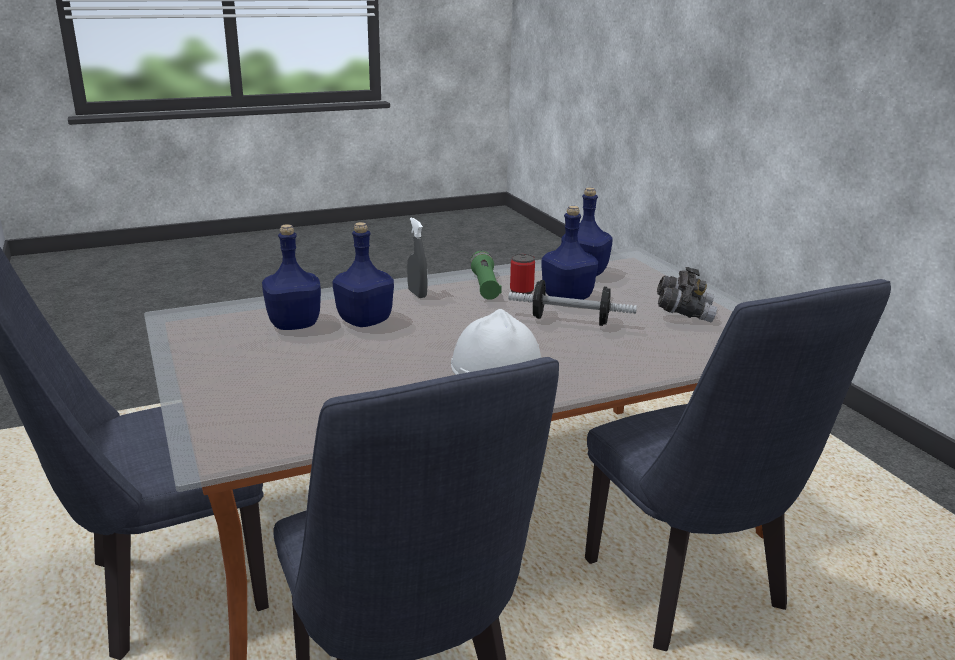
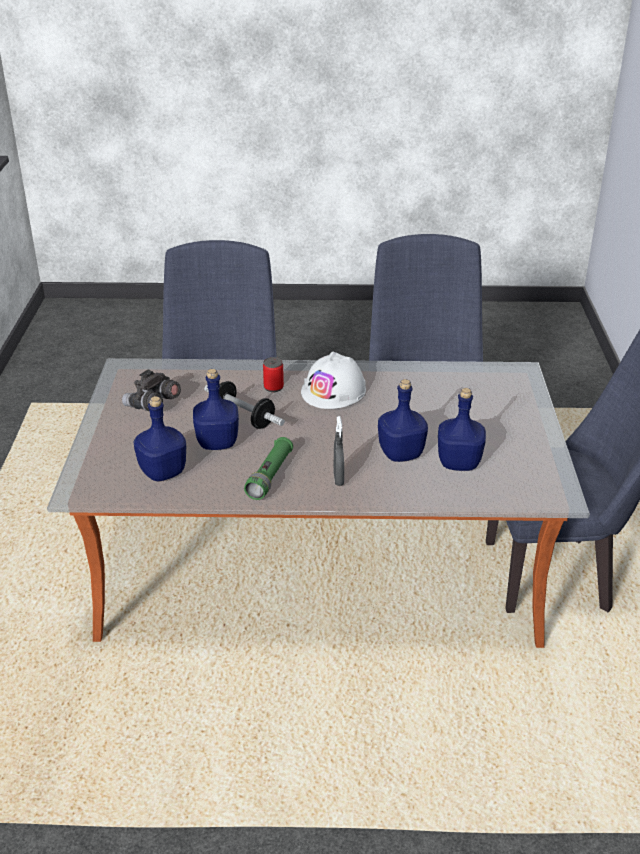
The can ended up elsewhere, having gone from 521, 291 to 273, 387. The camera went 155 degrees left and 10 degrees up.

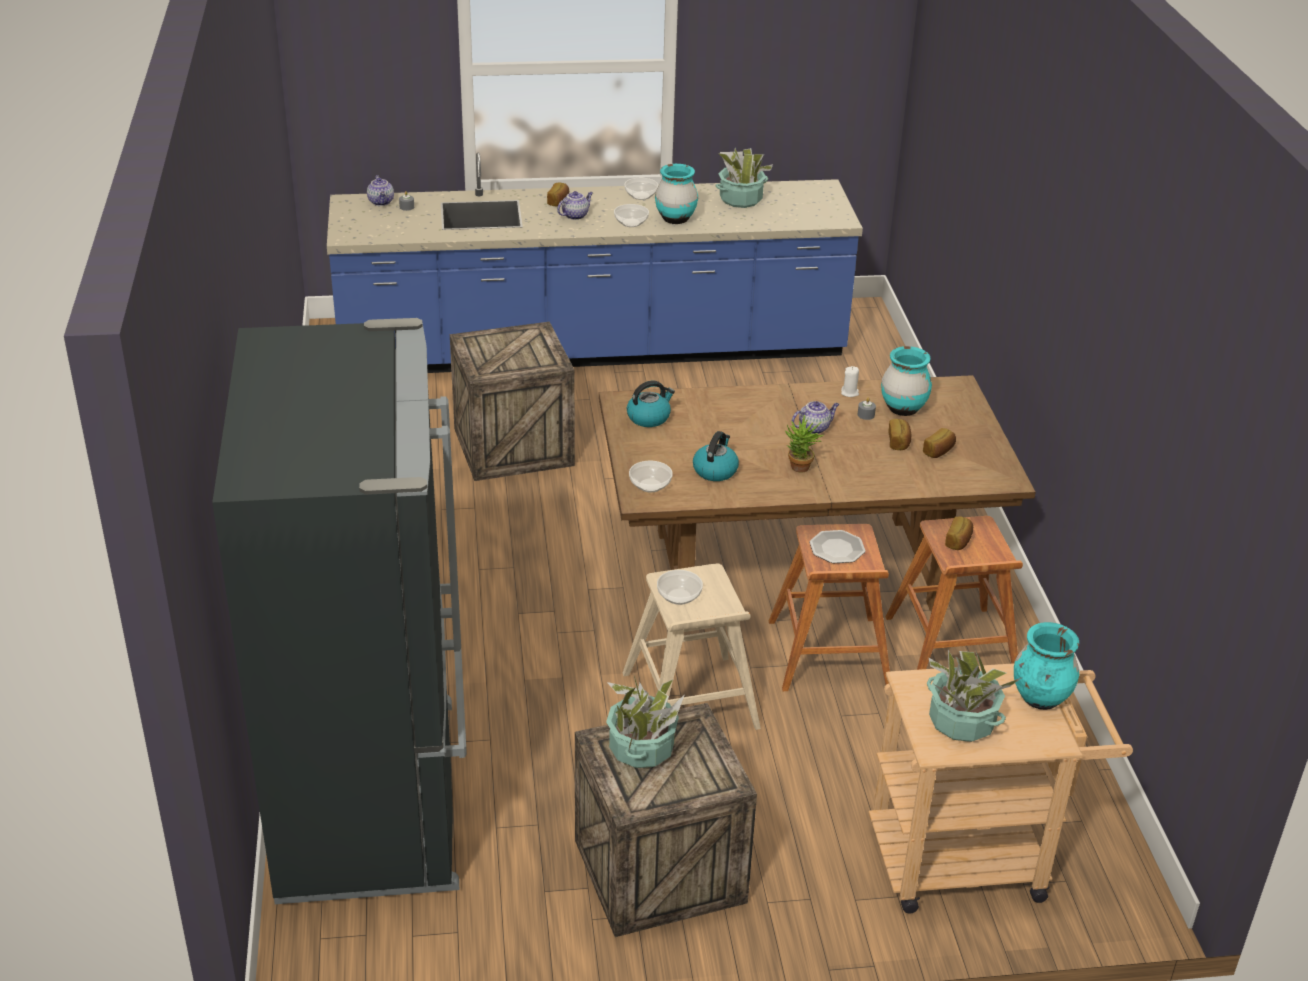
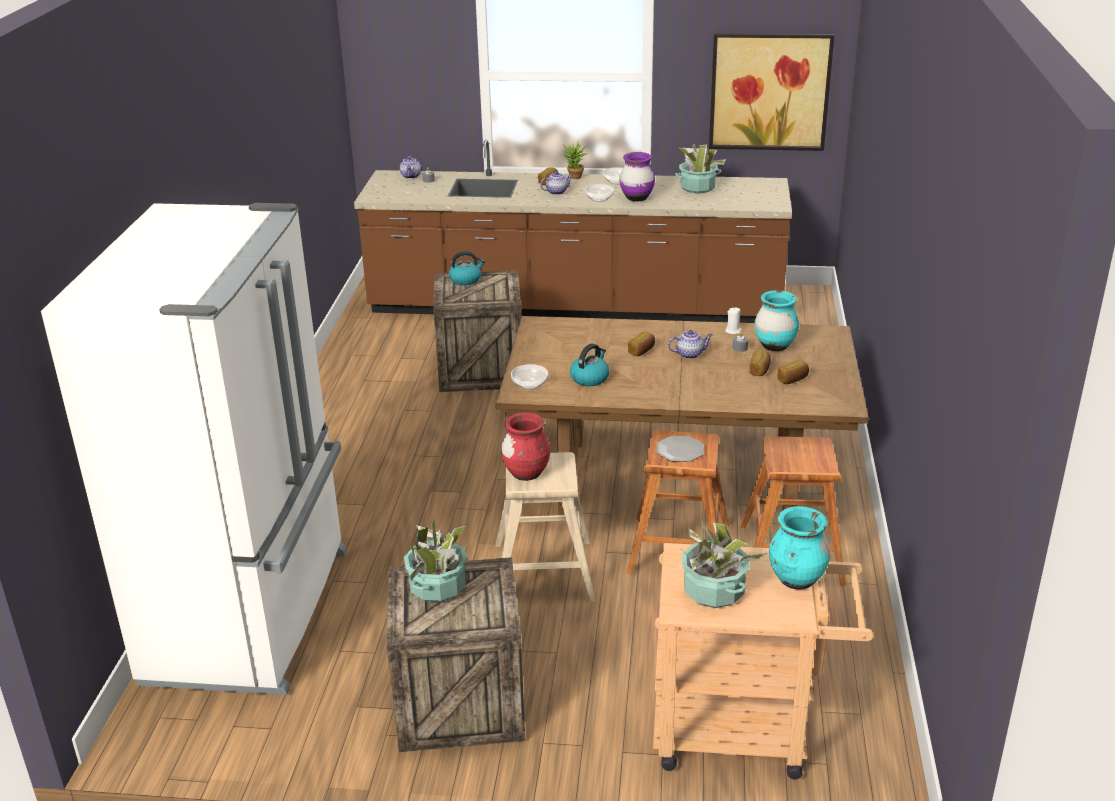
What was the black fridge at 374, 796 turned into the white fridge at 253, 614. What was the blue counter at 593, 349 turned into the brown counter at 575, 307. The kettle ended up elsewhere, having gone from 649, 417 to 466, 280. What was the turquoise vase at 675, 219 turned into the purple vase at 636, 198. Where the bowl stood at 679, 596, the red vase came to stand at 526, 473. The potted plant ended up elsewhere, having gone from 799, 469 to 574, 178. The bread ended up elsewhere, having gone from 959, 541 to 642, 351. The second view gained the picture at 769, 91. The camera went 15 degrees right and 5 degrees down.

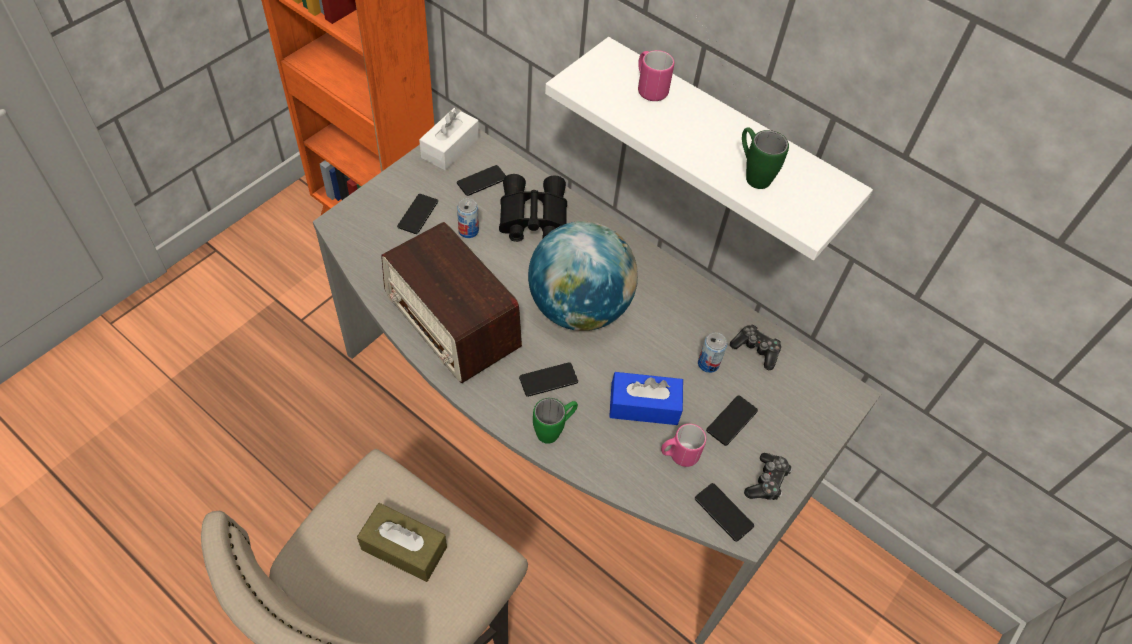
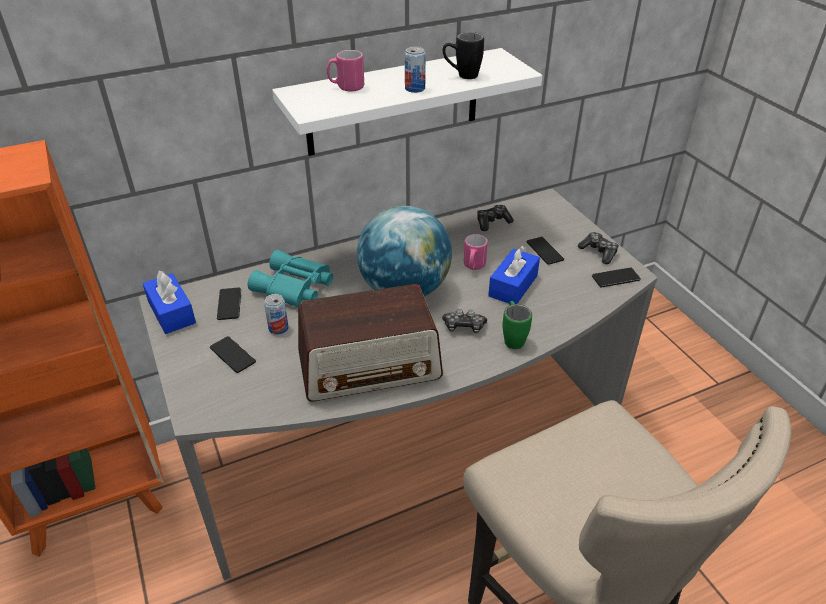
The second view lost the brown tissue box at 404, 548. What was the white tissue box at 450, 147 turned into the blue tissue box at 171, 312. What was the black binoculars at 531, 217 turned into the turquoise binoculars at 294, 288. Where the phone stood at 548, 380, the game controller came to stand at 464, 327. The pink mug ended up elsewhere, having gone from 678, 455 to 473, 266. The can ended up elsewhere, having gone from 708, 363 to 415, 88. What was the green mug at 752, 174 turned into the black mug at 461, 76. The camera went 60 degrees left and 15 degrees down.

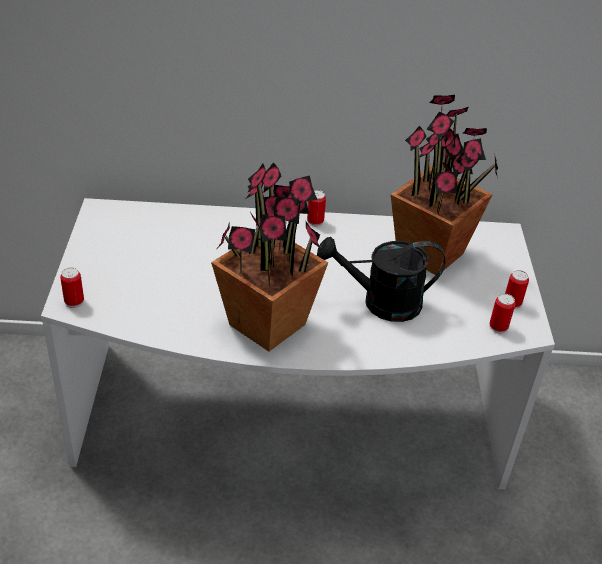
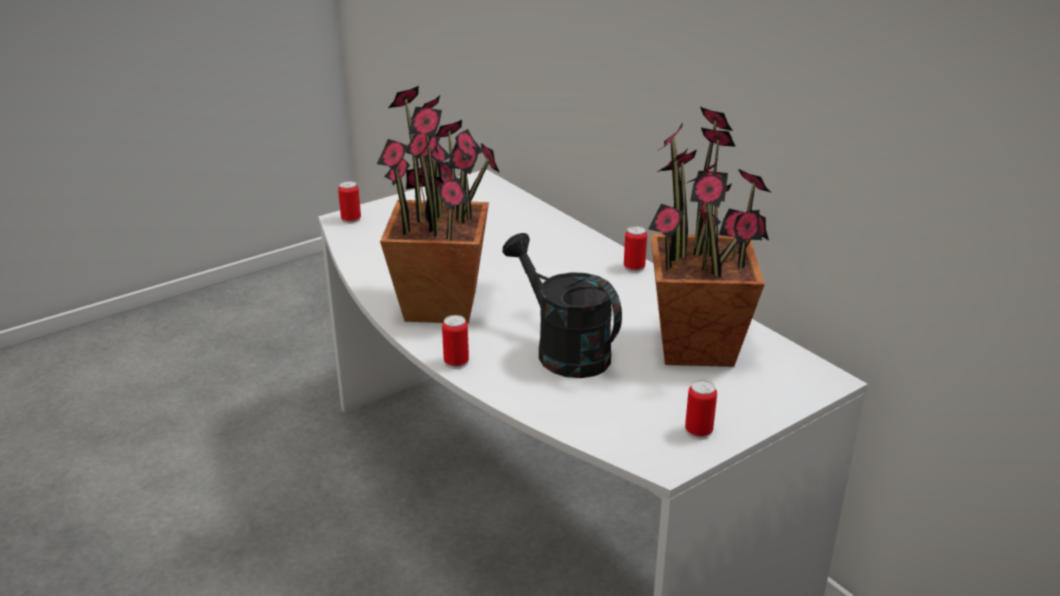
The can ended up elsewhere, having gone from 498, 327 to 456, 362. The camera went 55 degrees right and 10 degrees down.

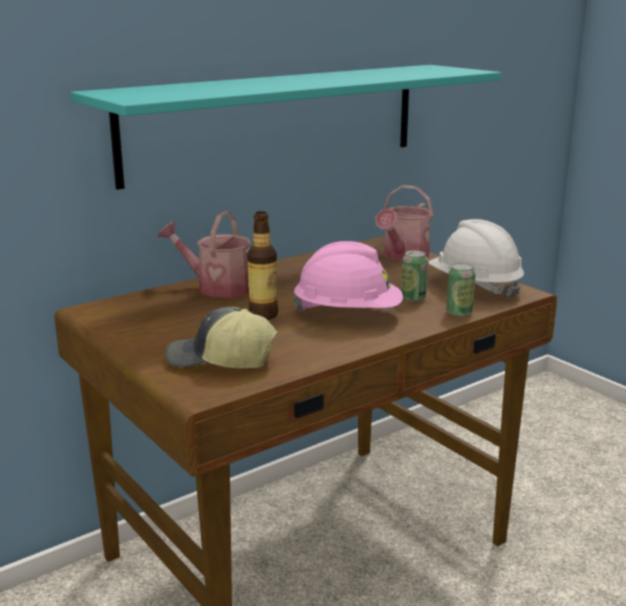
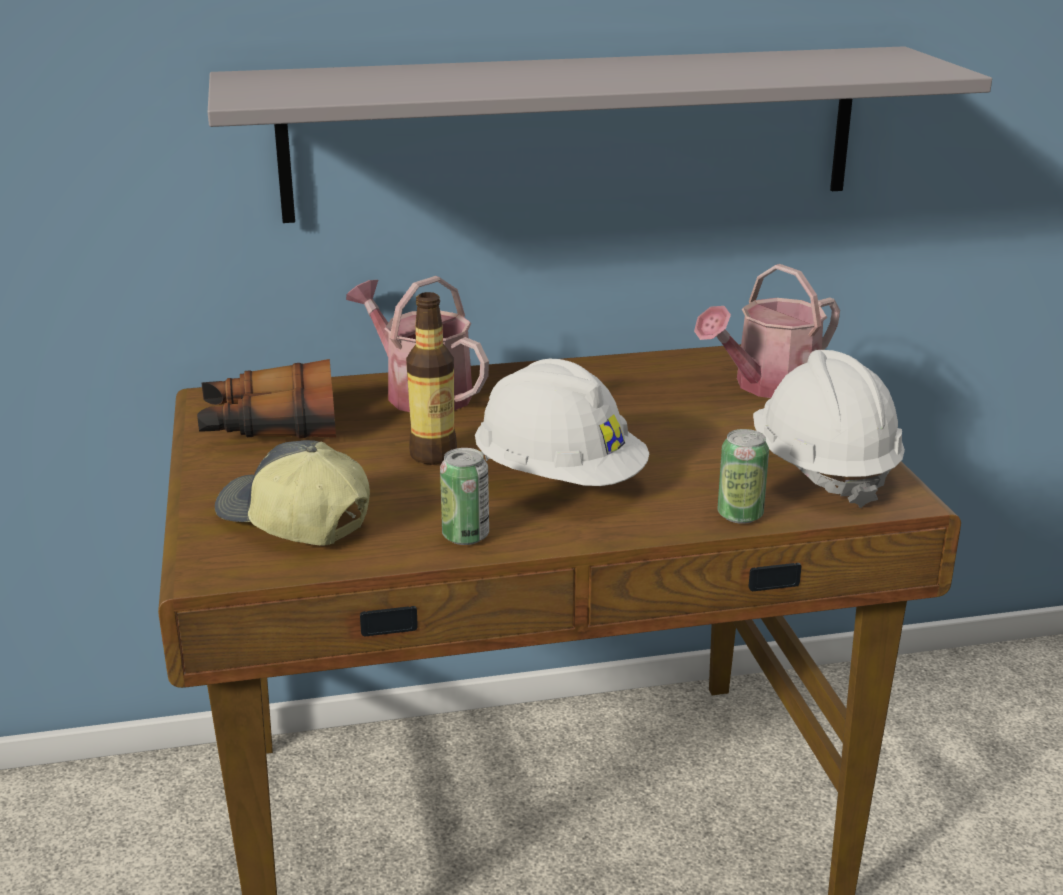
What was the turquoise shelf at 276, 121 turned into the grey shelf at 573, 133. What was the pink hard hat at 348, 314 turned into the white hard hat at 559, 479. The can ended up elsewhere, having gone from 413, 298 to 465, 536. The second view gained the binoculars at 269, 426. The camera went 25 degrees right and 5 degrees up.

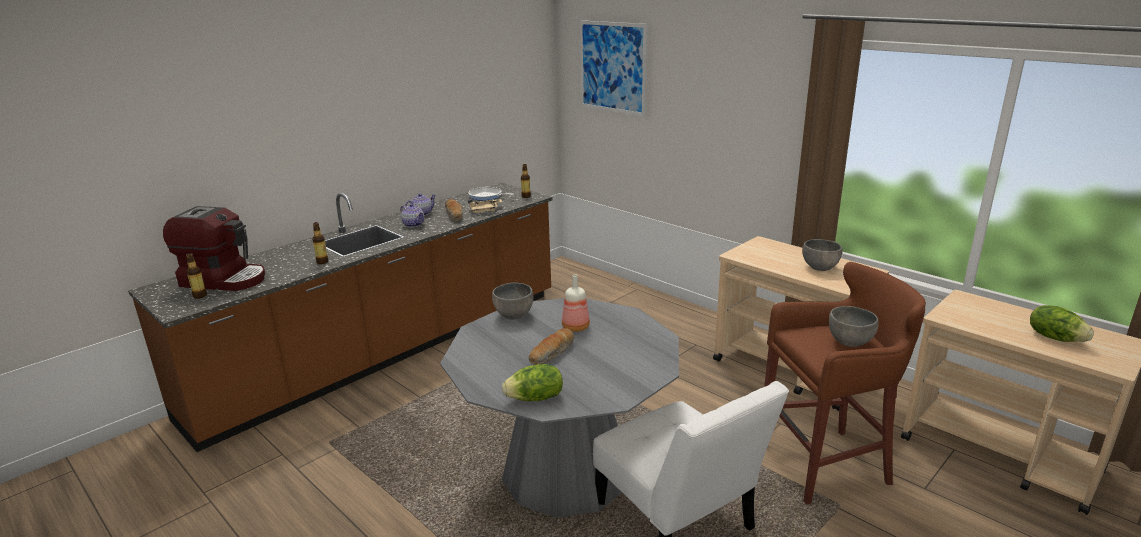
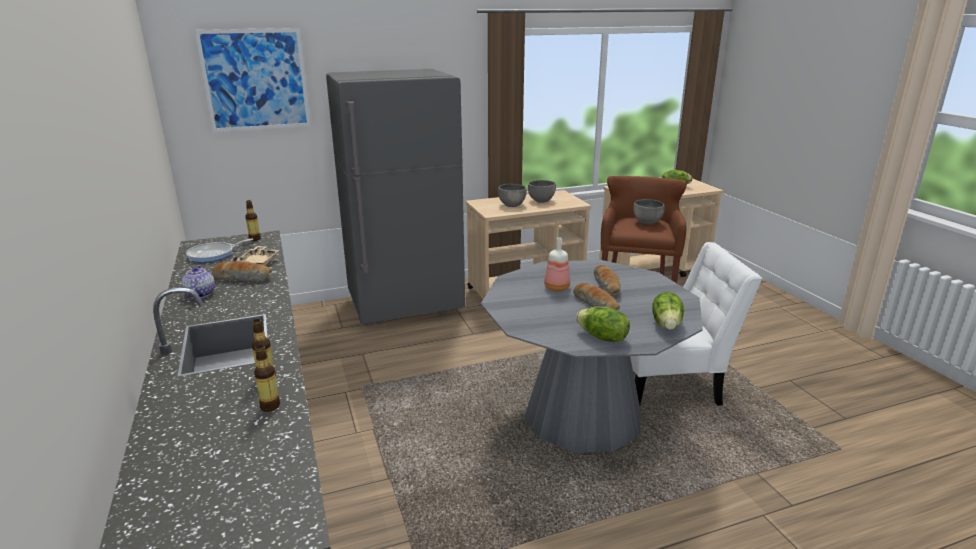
The second view lost the coffee machine at 225, 279. The bottle ended up elsewhere, having gone from 200, 296 to 270, 406. The second view lost the teapot at 413, 224. The grey bowl ended up elsewhere, having gone from 513, 315 to 512, 205. The second view gained the grey fridge at 406, 306. The second view gained the lettuce at 602, 337. The second view gained the bread at 607, 286. The camera went 65 degrees left and 0 degrees up.

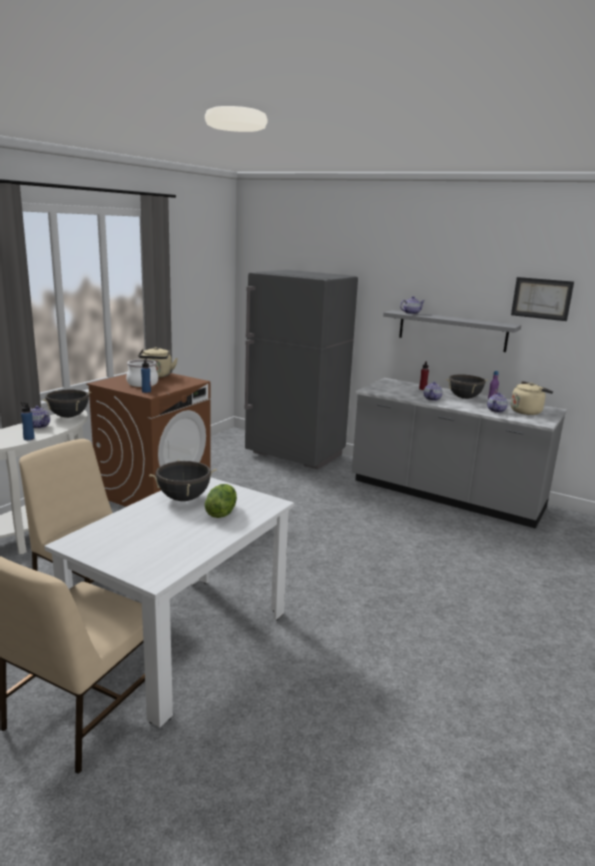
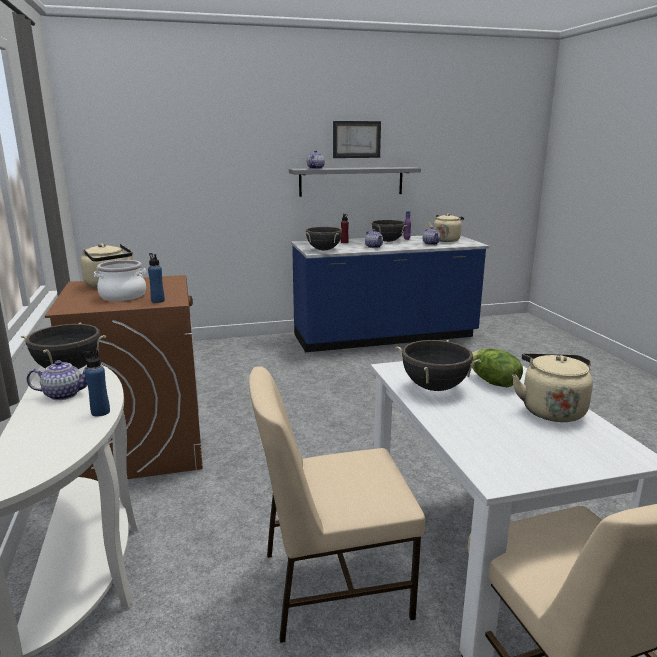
The second view lost the grey fridge at 295, 455. What was the grey counter at 445, 495 turned into the blue counter at 385, 337. The picture ended up elsewhere, having gone from 541, 298 to 356, 139. The second view gained the black cooking pot at 323, 250. The second view gained the beige kettle at 551, 410. The camera went 45 degrees left and 0 degrees up.

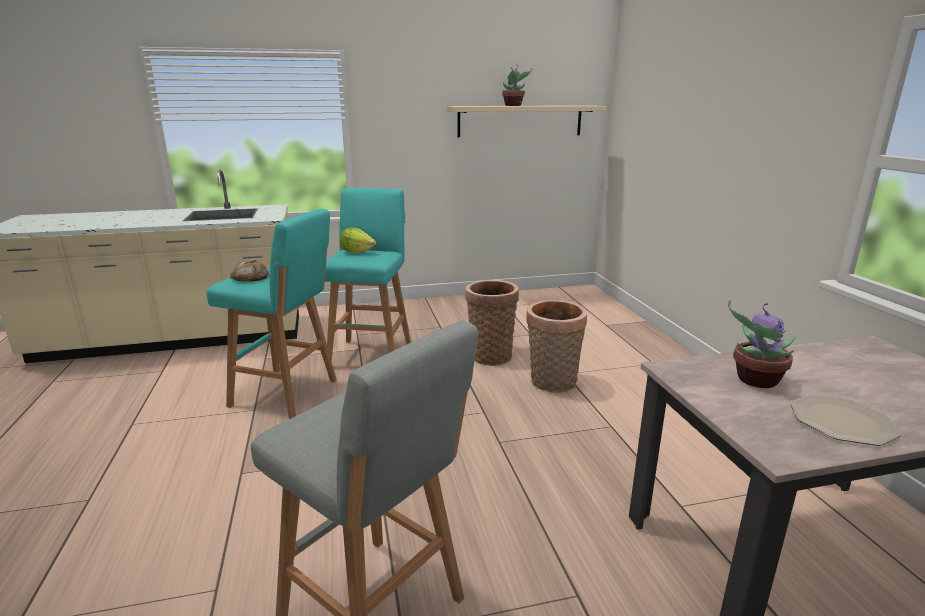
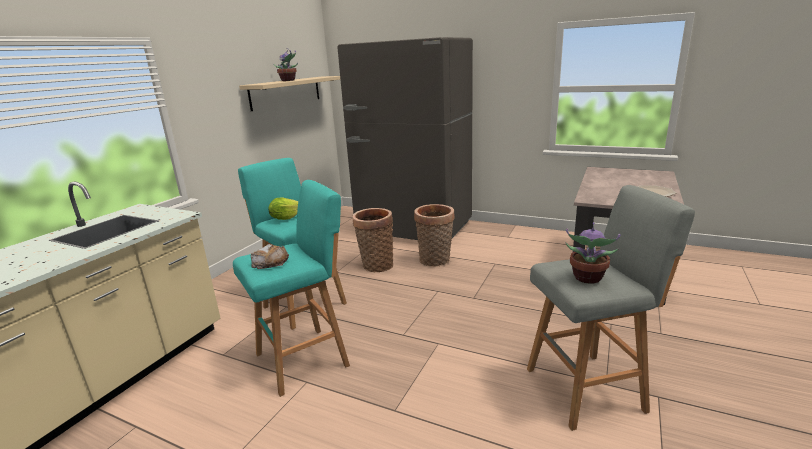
The potted plant ended up elsewhere, having gone from 754, 380 to 587, 278. The second view gained the grey fridge at 414, 229. The camera went 50 degrees left and 0 degrees up.

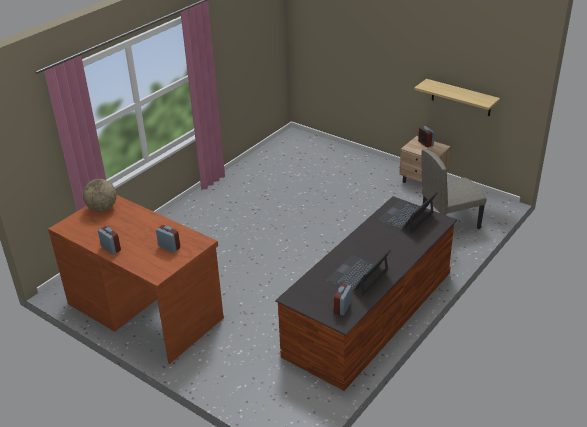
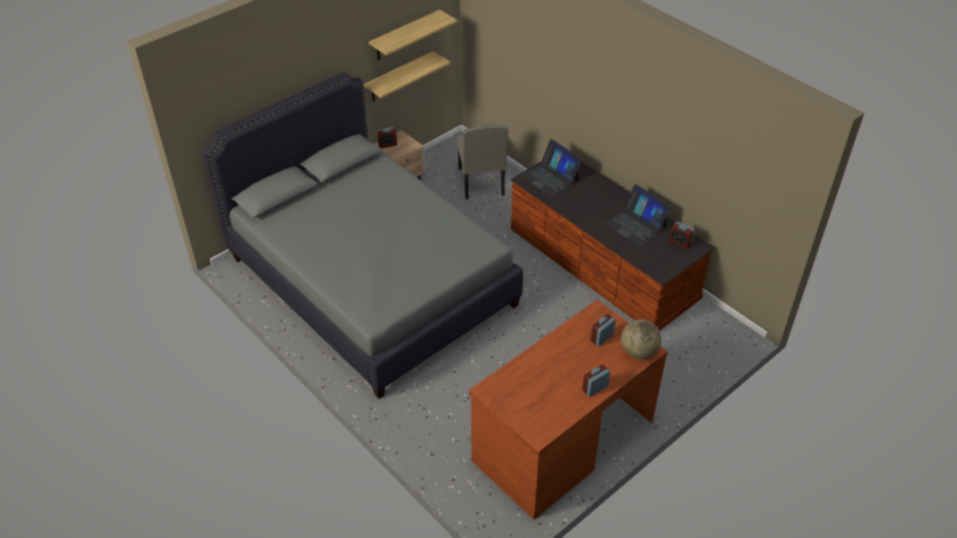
The globe ended up elsewhere, having gone from 102, 208 to 638, 352. The second view gained the grey bed at 371, 281. The second view gained the shelf at 405, 35. The camera went 80 degrees left and 10 degrees up.

